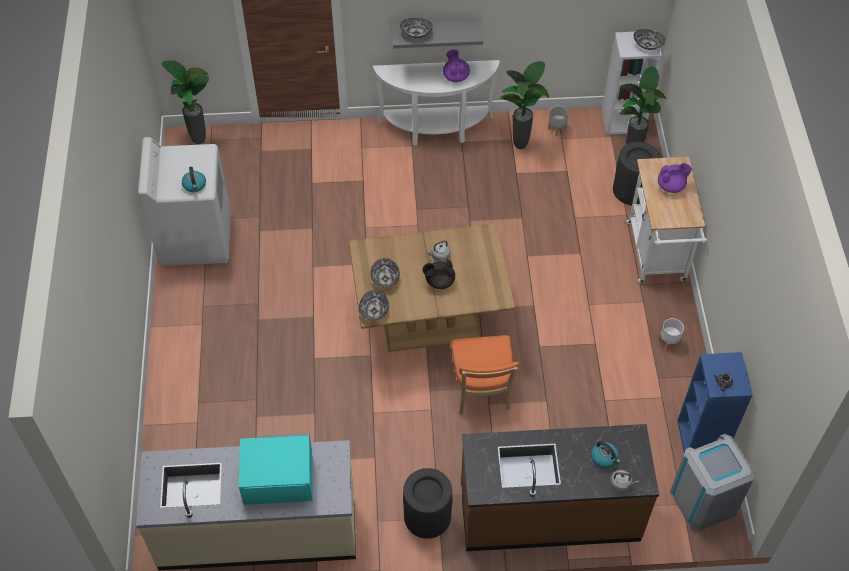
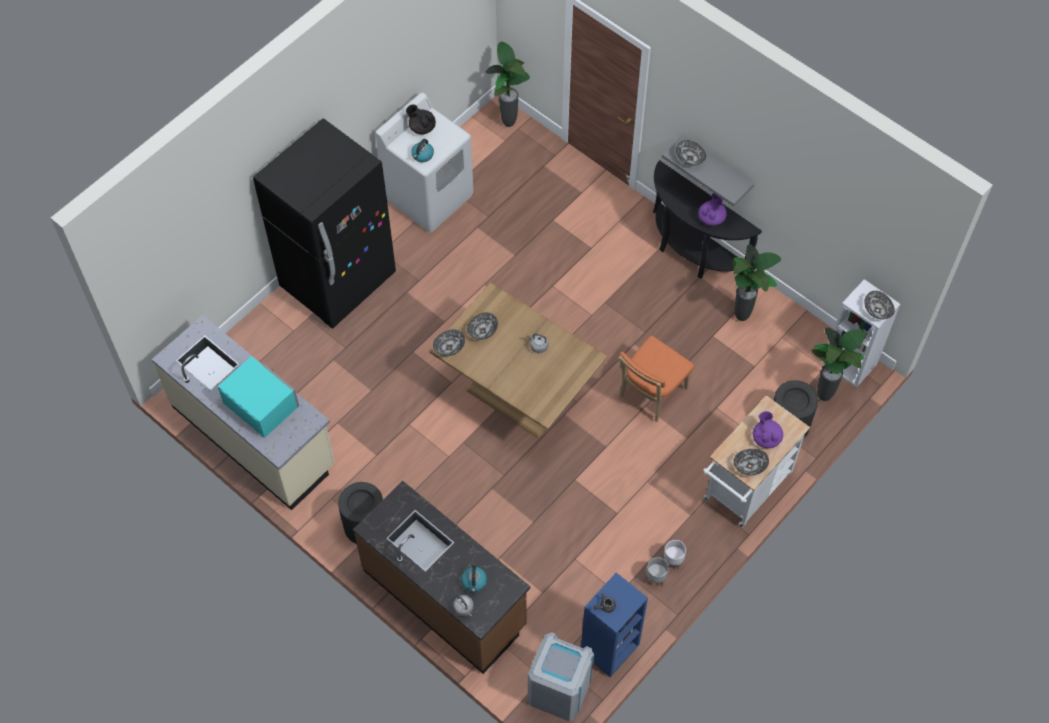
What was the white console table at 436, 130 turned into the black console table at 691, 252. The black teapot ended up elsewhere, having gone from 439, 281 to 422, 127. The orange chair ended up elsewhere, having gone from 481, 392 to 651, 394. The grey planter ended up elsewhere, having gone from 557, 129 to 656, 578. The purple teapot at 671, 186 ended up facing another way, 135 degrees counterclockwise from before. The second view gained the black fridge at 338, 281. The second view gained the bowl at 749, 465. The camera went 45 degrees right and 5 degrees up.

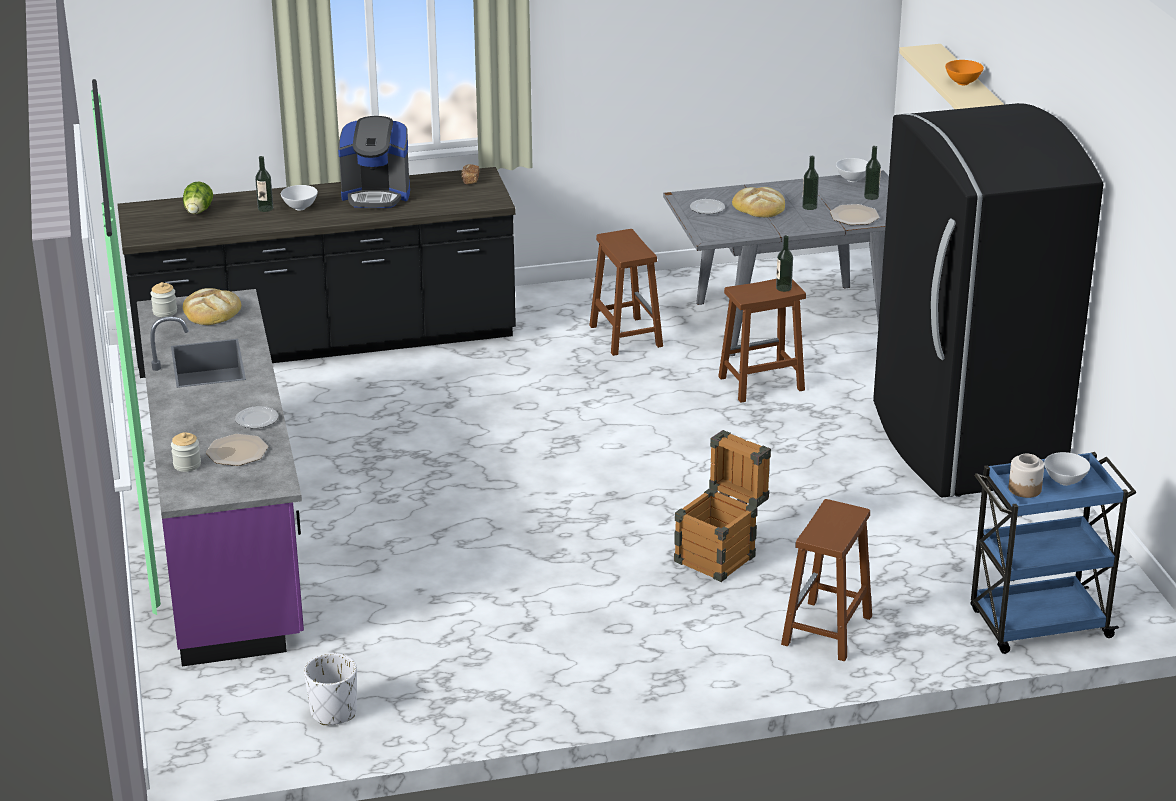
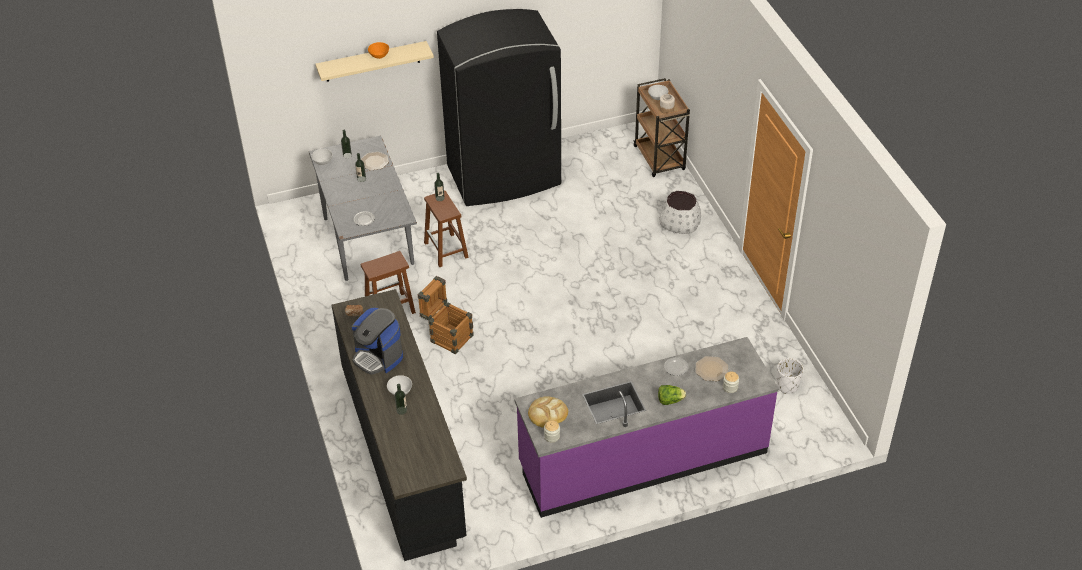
The lettuce ended up elsewhere, having gone from 198, 212 to 670, 400. The coffee machine at 376, 195 ended up facing another way, 135 degrees clockwise from before. The crate ended up elsewhere, having gone from 721, 555 to 447, 336. The second view lost the bread at 759, 206. Where the brown stool stood at 826, 631, the white planter came to stand at 679, 222. What was the blue cart at 1037, 625 turned into the brown cart at 659, 159. The camera went 95 degrees left and 15 degrees up.

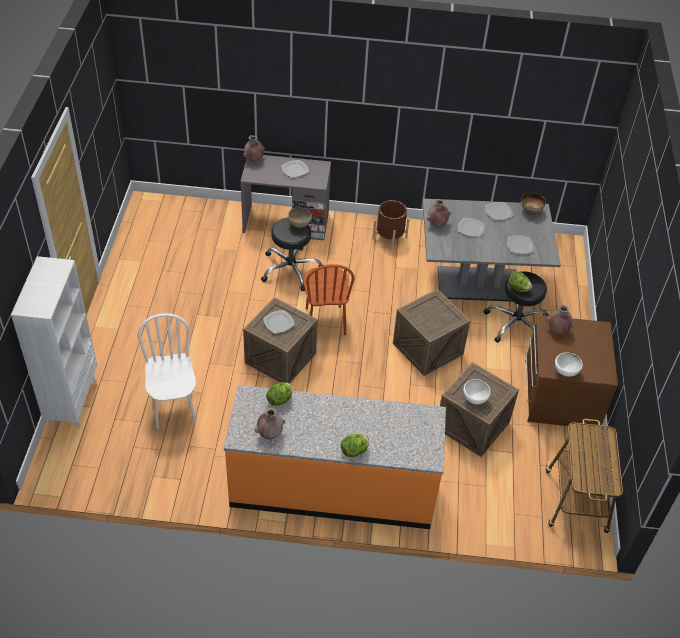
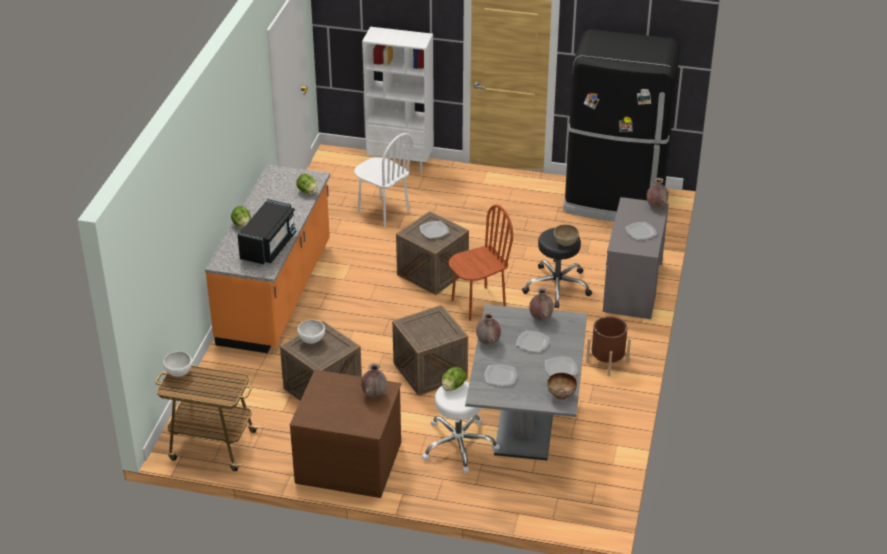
The white chair at 174, 409 ended up facing another way, 45 degrees clockwise from before. The brown vase ended up elsewhere, having gone from 270, 434 to 488, 342. The brown chair at 325, 321 ended up facing another way, 150 degrees clockwise from before. What was the black stool at 516, 323 turned into the white stool at 459, 445. The white bowl ended up elsewhere, having gone from 565, 372 to 179, 373. The second view gained the black microwave at 268, 246. The second view gained the black fridge at 614, 201. The camera went 100 degrees right and 10 degrees down.

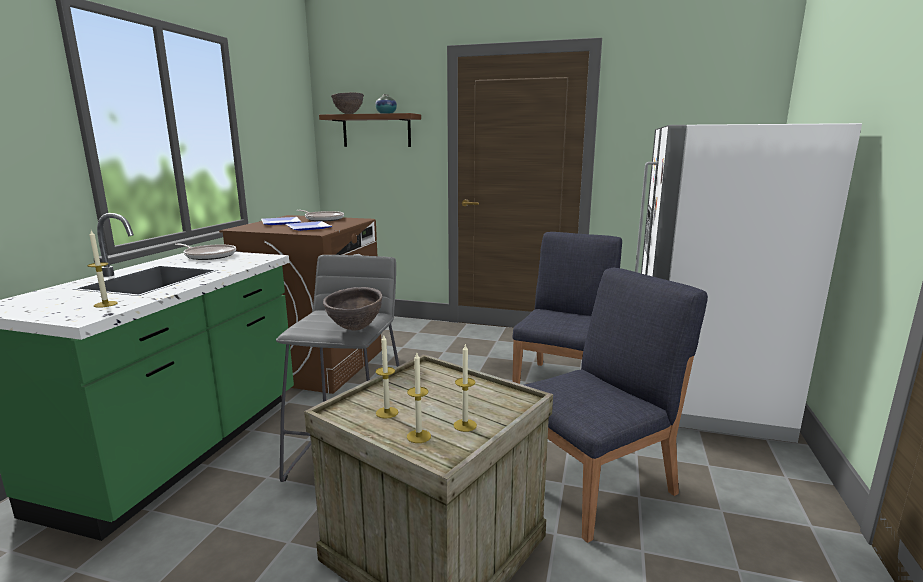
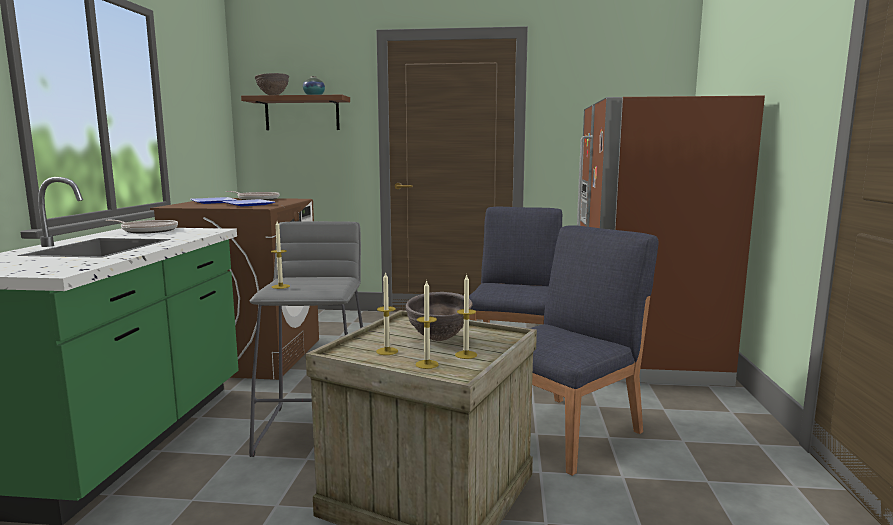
The candle ended up elsewhere, having gone from 105, 304 to 280, 286. The brown bowl ended up elsewhere, having gone from 355, 329 to 438, 339. What was the white fridge at 701, 394 turned into the brown fridge at 643, 356. The camera went 10 degrees left and 5 degrees down.

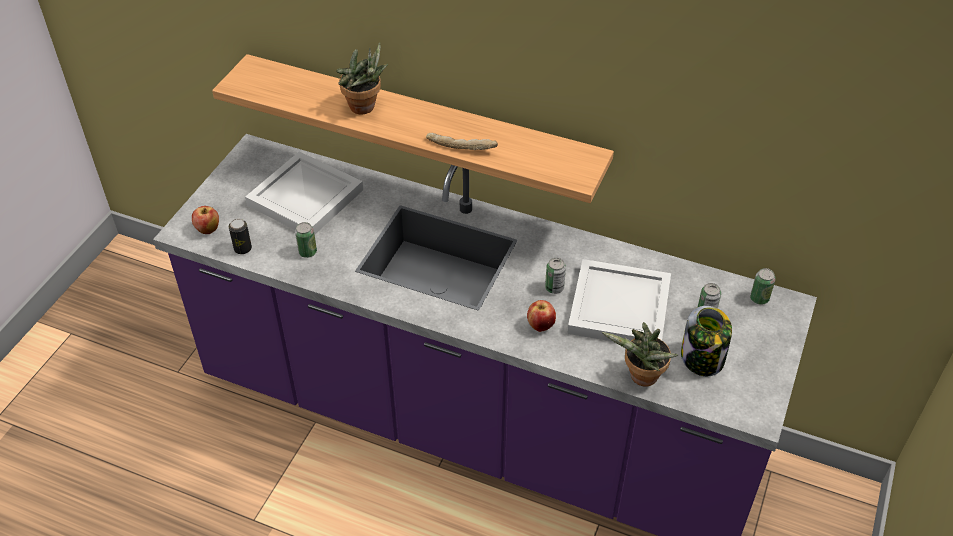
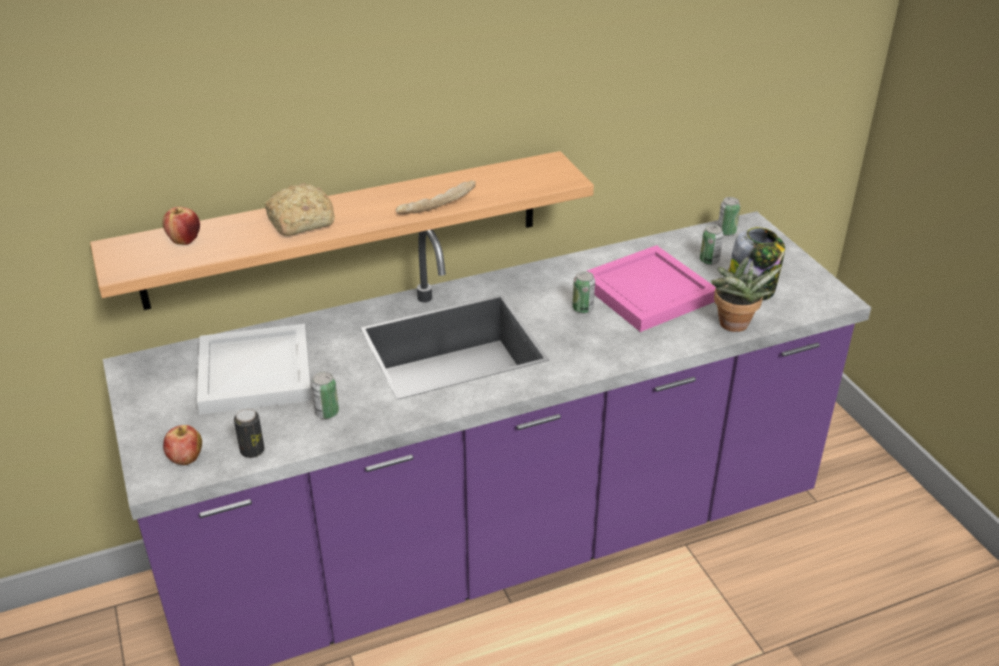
Where the potted plant stood at 365, 108, the bread came to stand at 299, 222. The apple ended up elsewhere, having gone from 541, 325 to 184, 241. What was the white tray at 621, 306 turned into the pink tray at 648, 291. The camera went 45 degrees left and 10 degrees down.

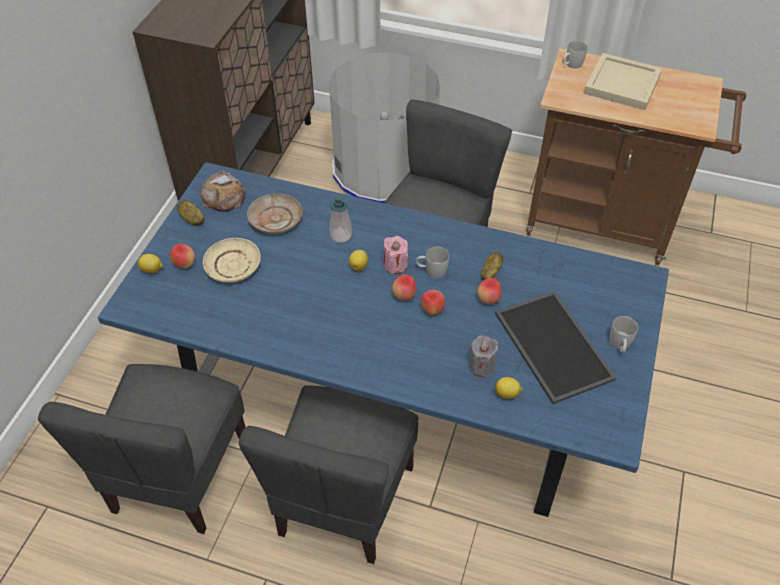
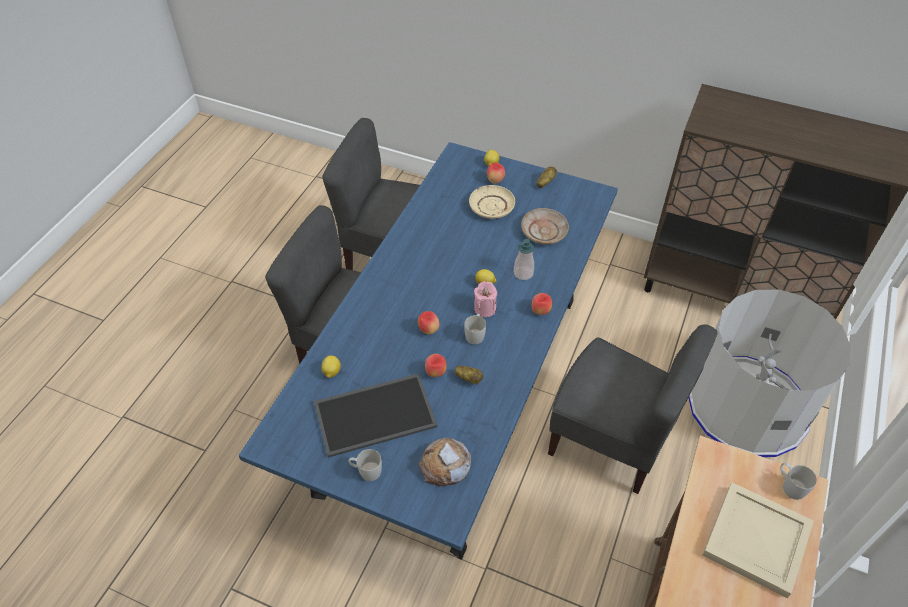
The bread ended up elsewhere, having gone from 224, 196 to 445, 464. The apple ended up elsewhere, having gone from 404, 296 to 540, 311. The second view lost the grey candle at 482, 366. The camera went 95 degrees right and 0 degrees up.

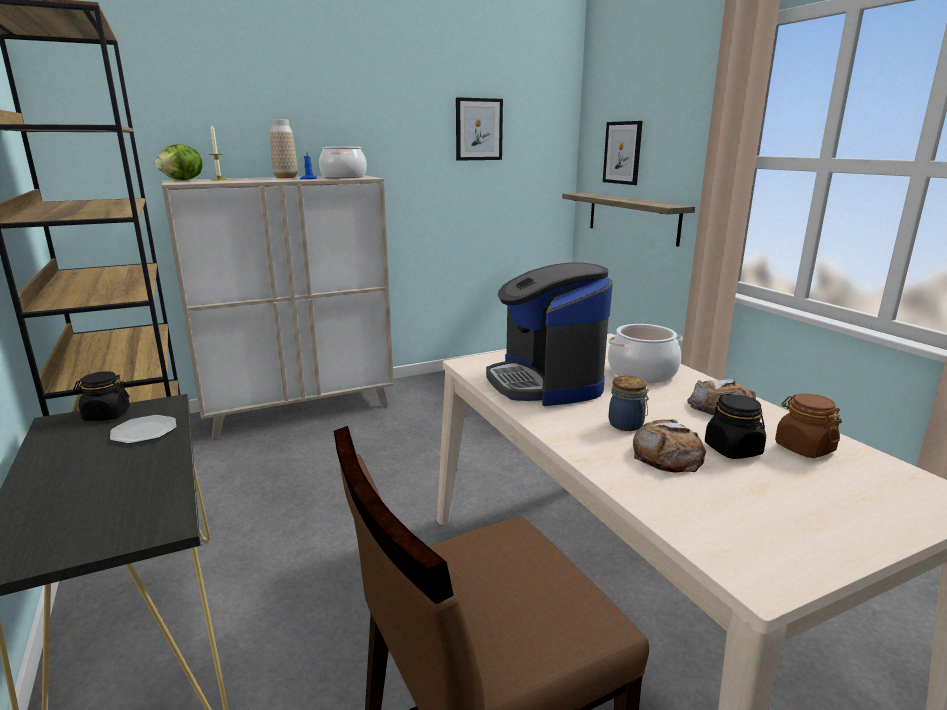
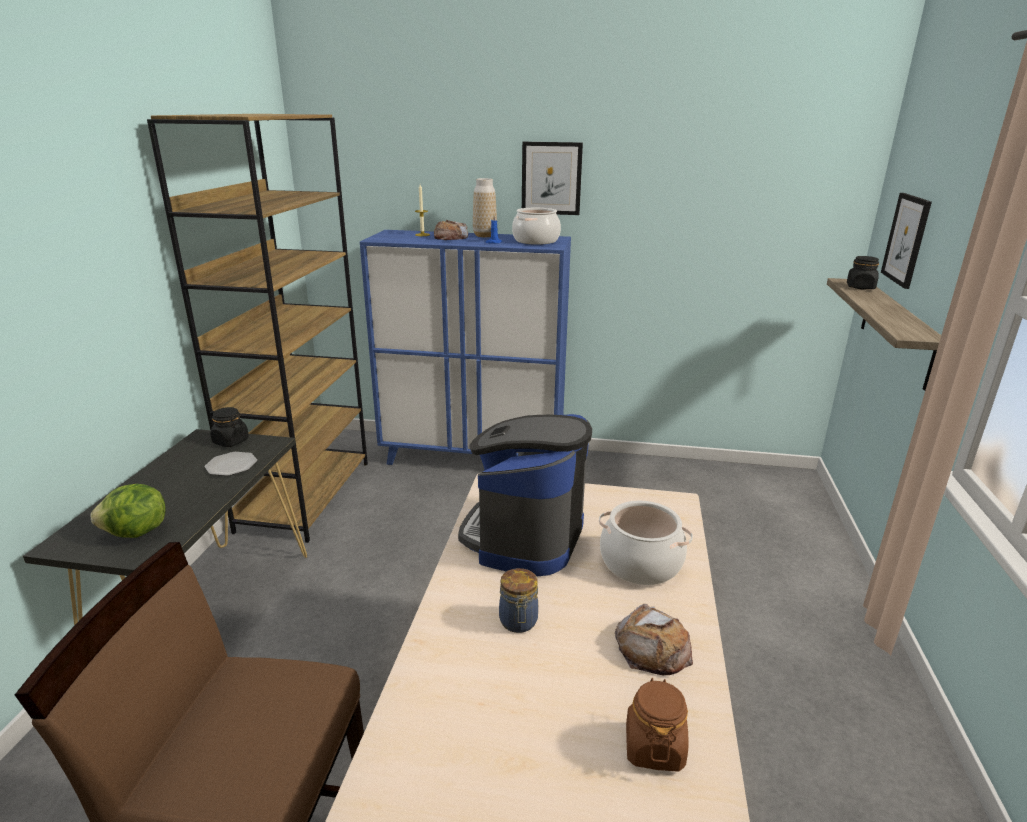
The lettuce ended up elsewhere, having gone from 183, 180 to 136, 533. What was the beige cabinet at 300, 410 turned into the blue cabinet at 473, 458. The picture ended up elsewhere, having gone from 478, 129 to 551, 178. The bread ended up elsewhere, having gone from 668, 455 to 450, 237. The black jar ended up elsewhere, having gone from 733, 450 to 860, 287. The camera went 35 degrees right and 5 degrees up.

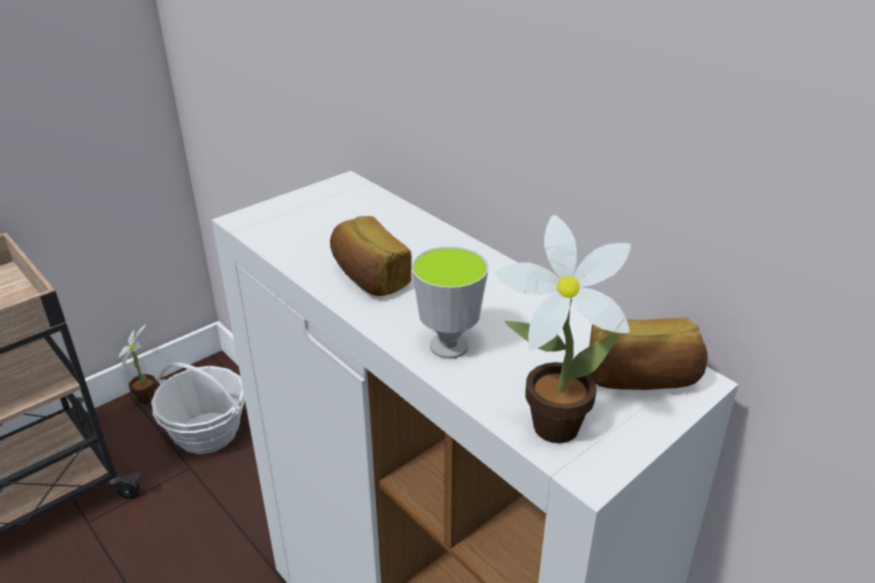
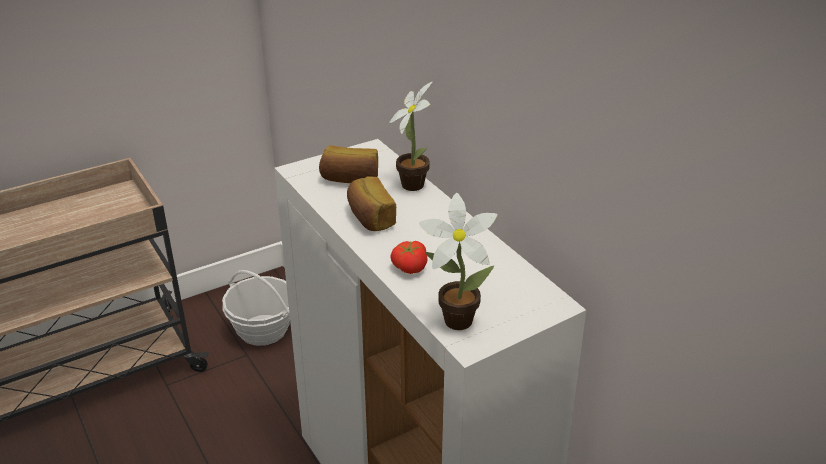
The potted plant ended up elsewhere, having gone from 147, 396 to 413, 183. Where the cup stood at 449, 346, the tomato came to stand at 409, 267. The bread ended up elsewhere, having gone from 640, 379 to 350, 179. The camera went 10 degrees right and 0 degrees up.

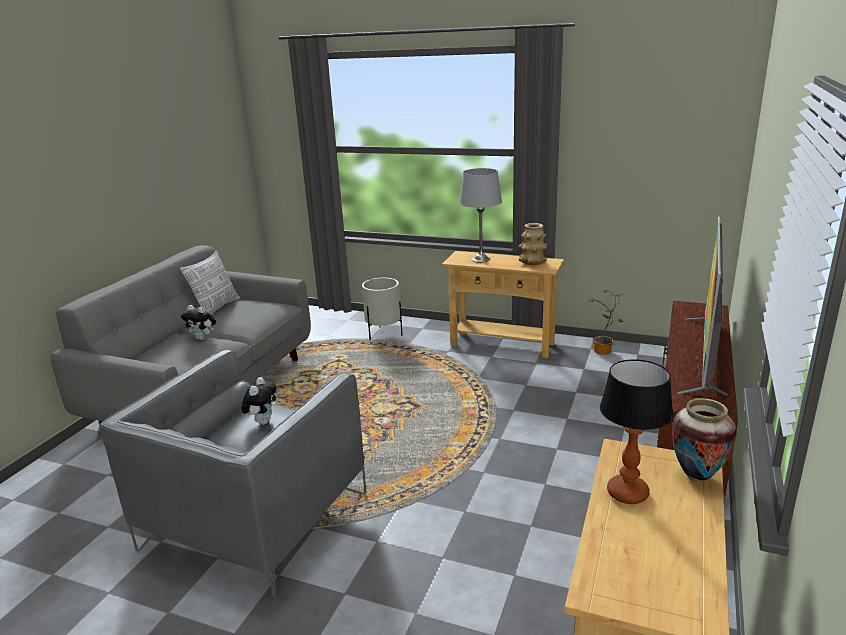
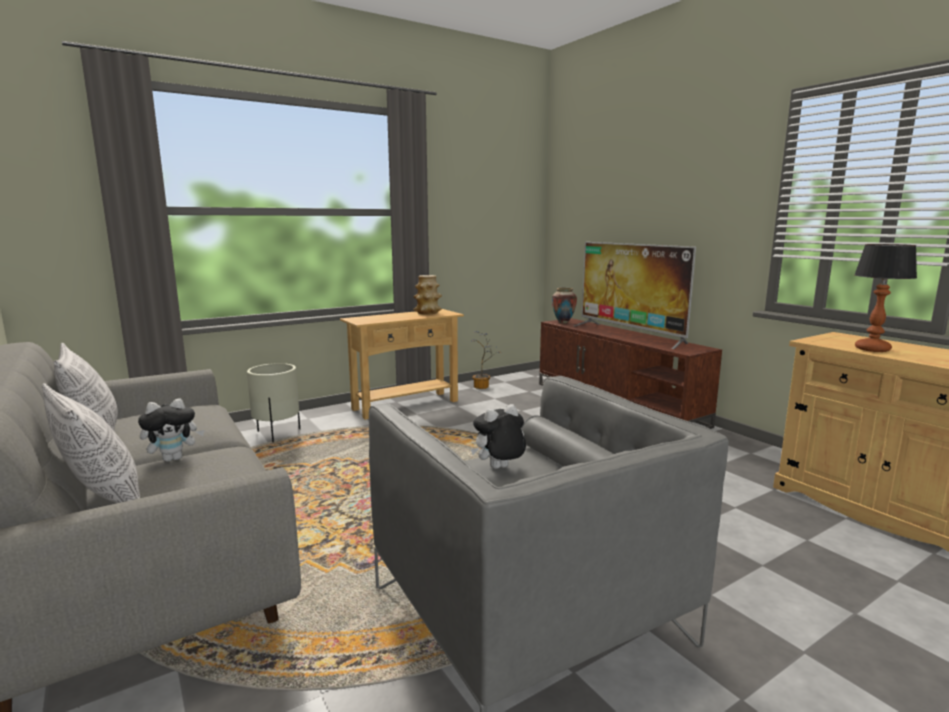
The plush toy at 263, 421 ended up facing another way, 75 degrees counterclockwise from before. The second view lost the grey table lamp at 481, 259. The vase ended up elsewhere, having gone from 696, 476 to 563, 322. The second view gained the pillow at 103, 503. The camera went 55 degrees left and 10 degrees down.

